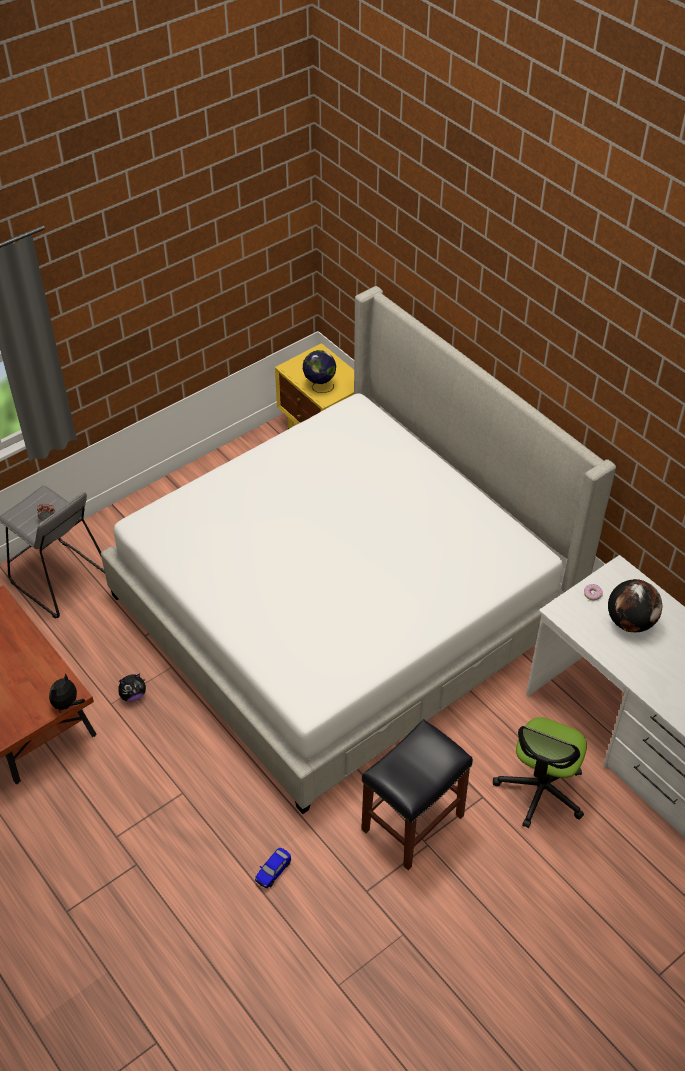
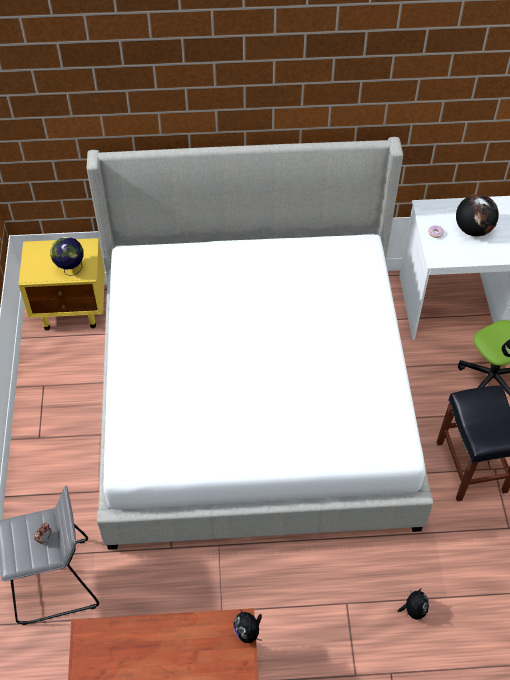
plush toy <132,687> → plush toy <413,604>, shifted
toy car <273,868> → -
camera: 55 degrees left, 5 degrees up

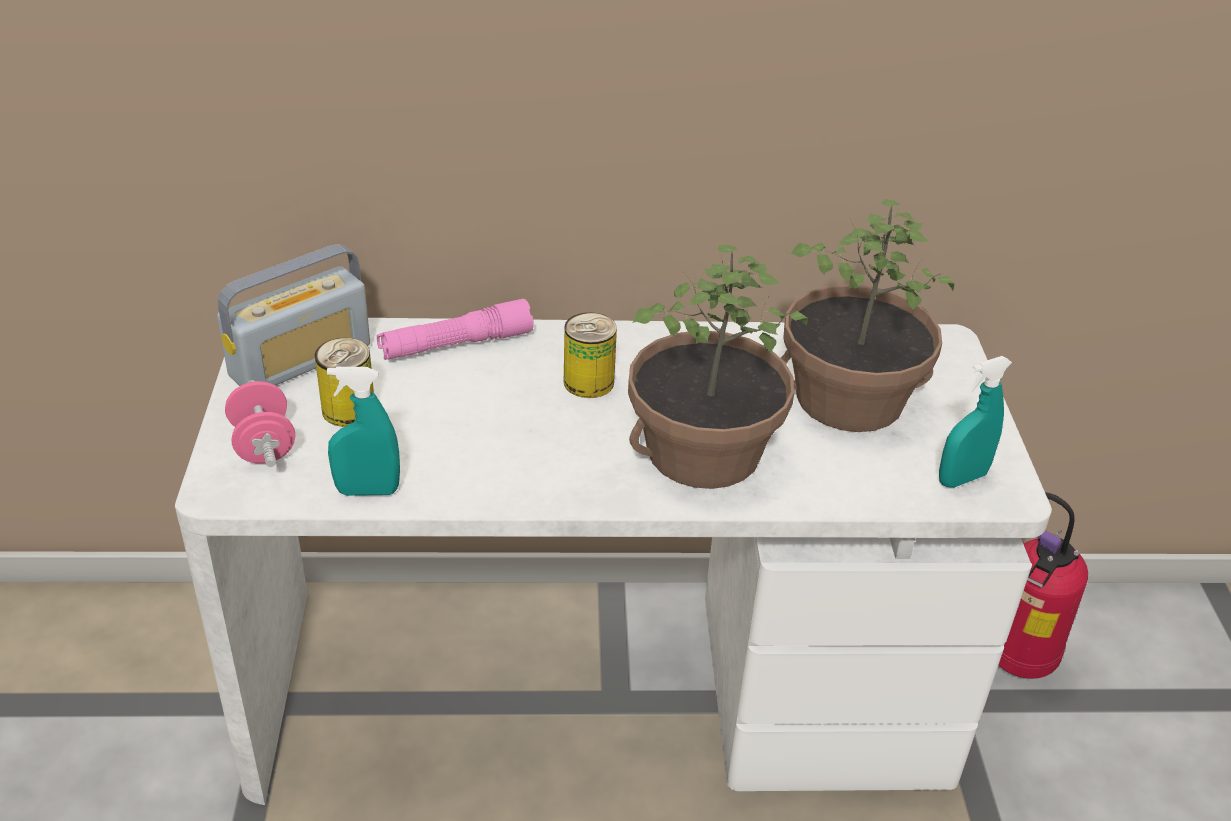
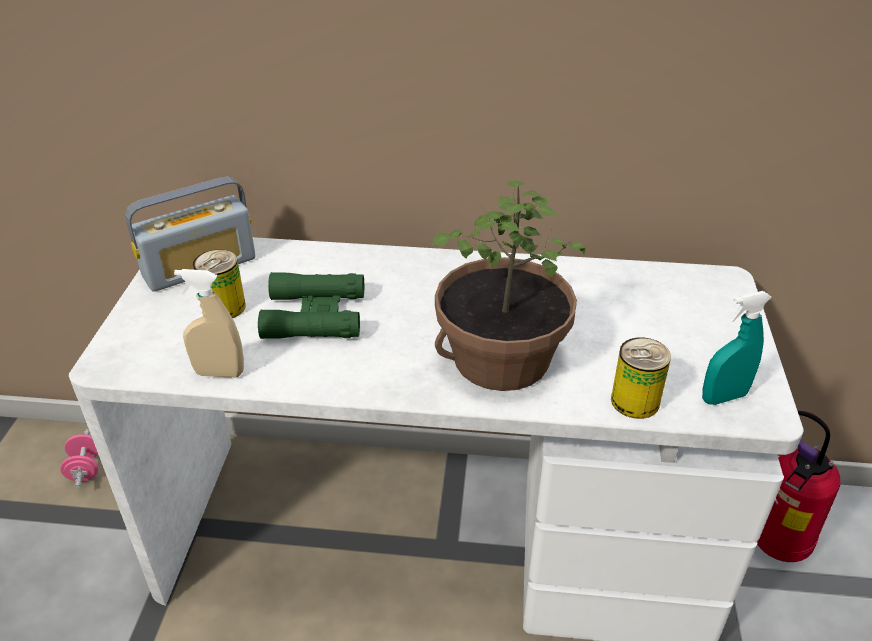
potted plant <867,315> → -
pinkish hand torch <455,329> → -
can <590,355> → can <641,378>, shifted
turquoise-coloured sprayer <363,431> → beige sprayer <209,323>
pinkish free weight <260,423> → pinkish free weight <79,458>, shifted
- → green pair of binoculars <311,305>
camera: 10 degrees right, 0 degrees up

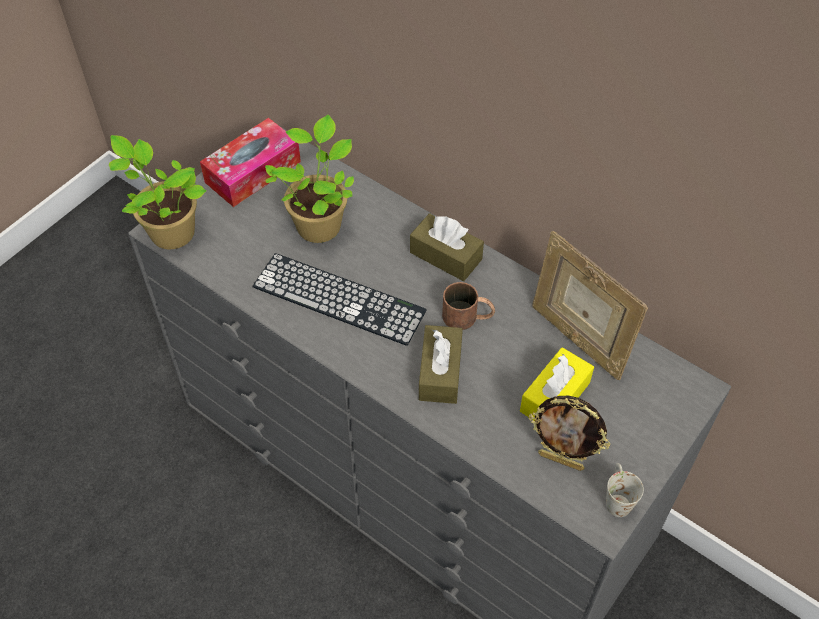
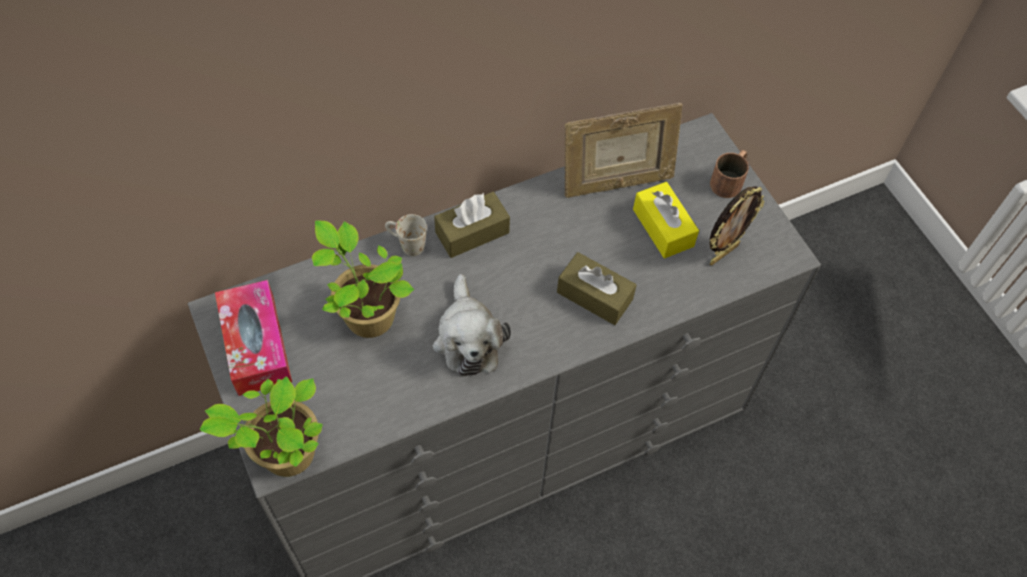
keyboard <339,299> → plush toy <472,325>
brown-coloured mug <468,306> → brown-coloured mug <729,174>, shifted
white mug <625,490> → white mug <406,235>, shifted
camera: 65 degrees left, 5 degrees up

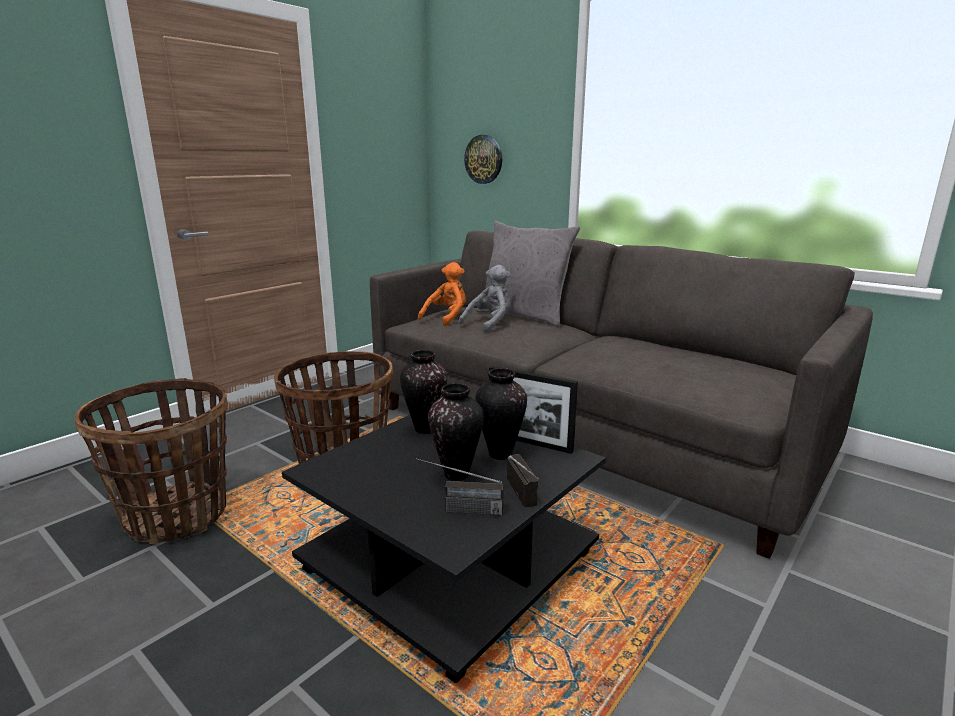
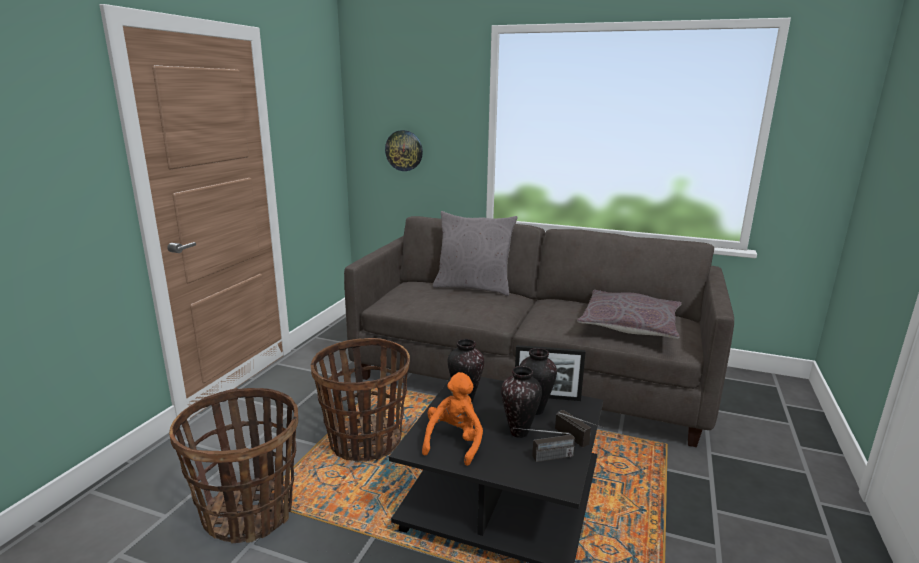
orange plush toy <442,294> → orange plush toy <452,419>, shifted
grey plush toy <484,299> → -
- → grey cushion <629,314>
camera: 20 degrees left, 0 degrees up

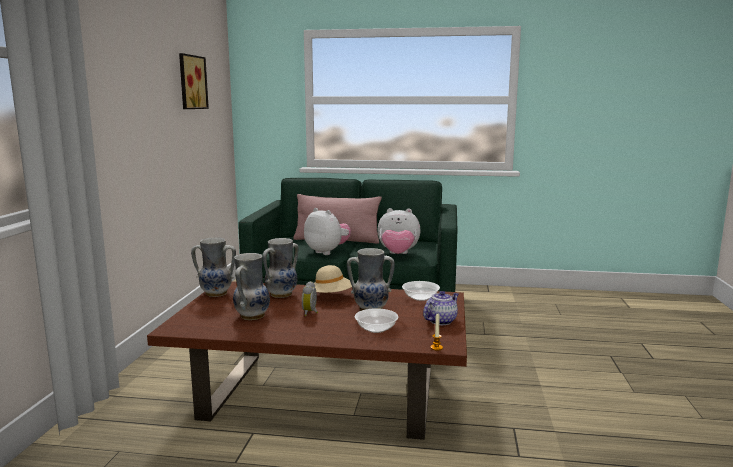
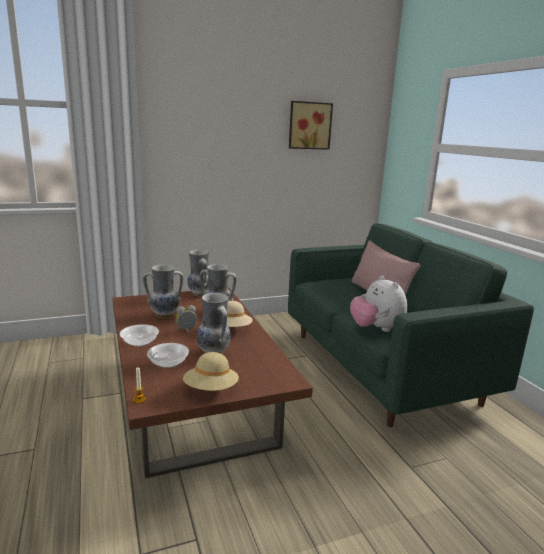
plush toy <327,231> → -
deep dish <421,291> → deep dish <139,335>, shifted
teapot <441,308> → beige wearable hat <211,371>
camera: 60 degrees right, 5 degrees up

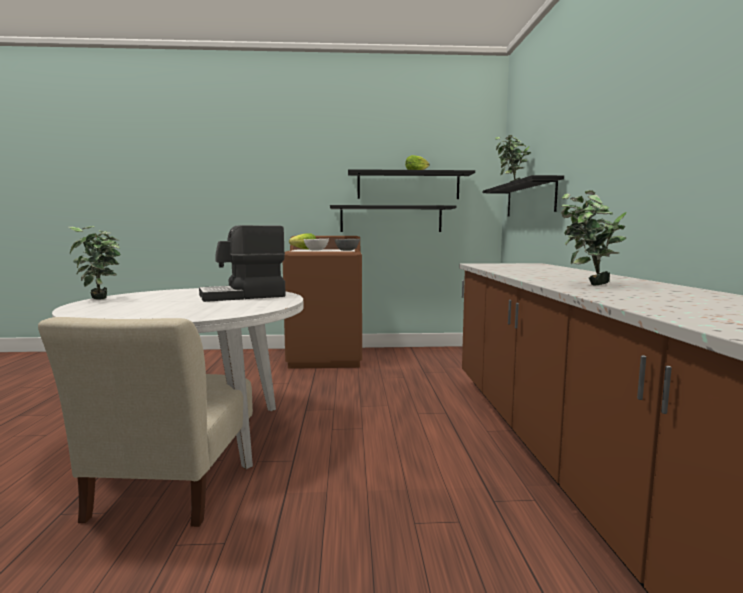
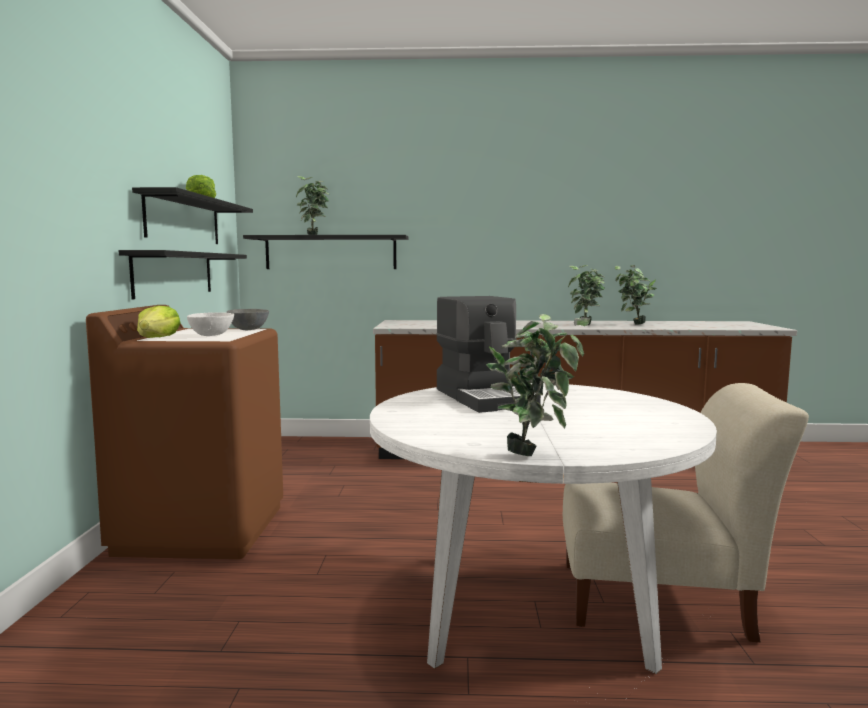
- → potted plant <636,295>
camera: 85 degrees left, 0 degrees up

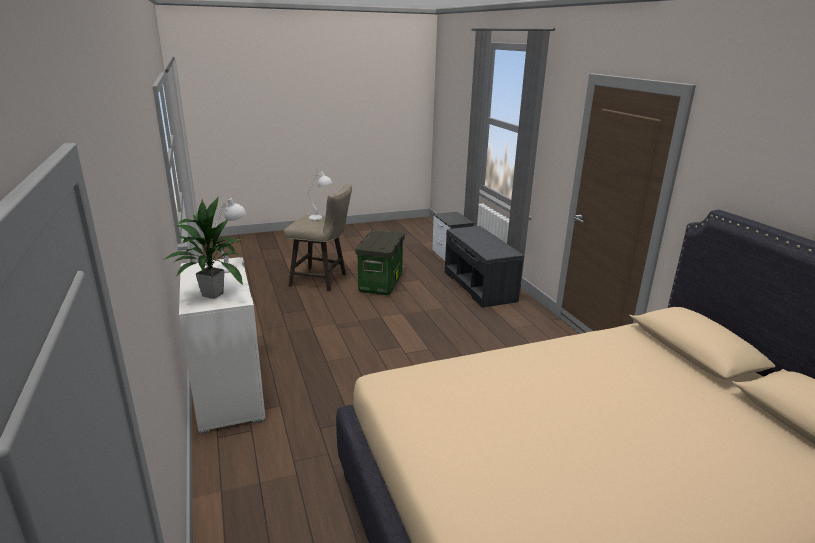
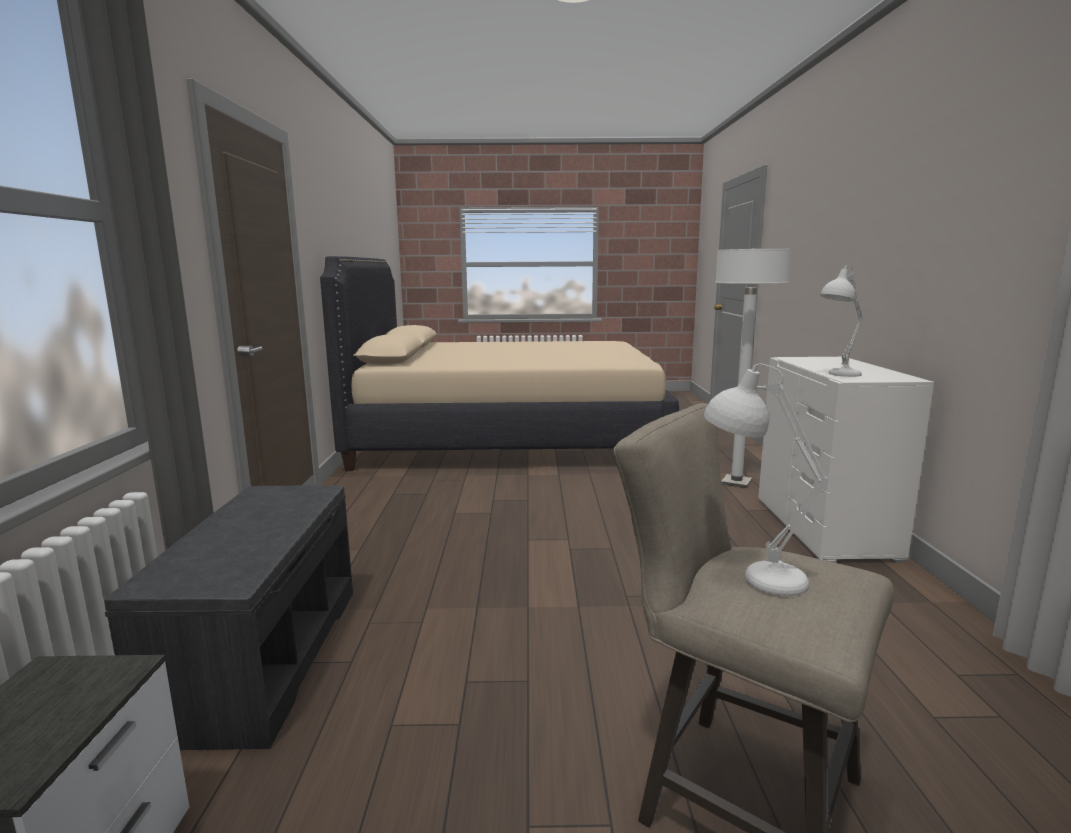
potted plant <203,247> → -
storage bin <380,262> → -
- → white standard lamp <753,368>
camera: 160 degrees left, 10 degrees down

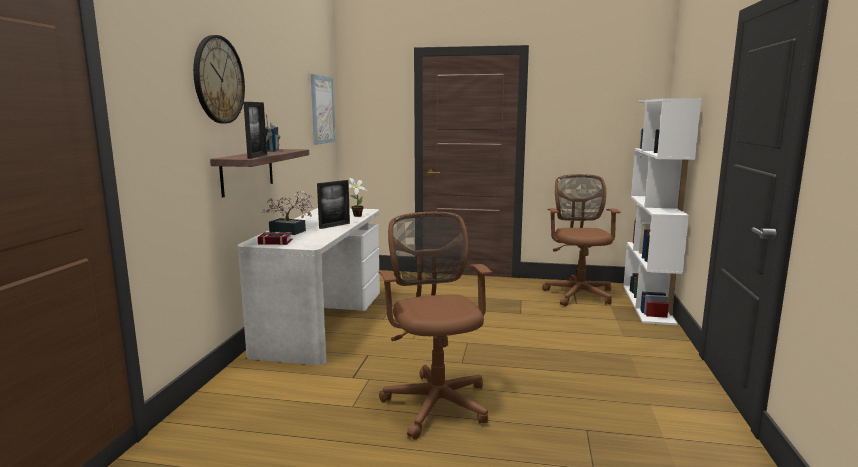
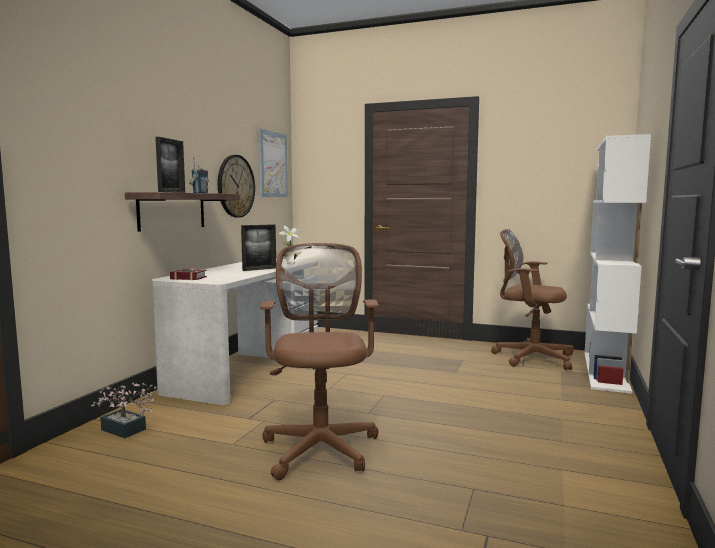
hanging clock <219,79> → hanging clock <236,186>, shifted
brown-coloured computer chair <581,240> → brown-coloured computer chair <532,299>, 75 degrees counterclockwise
potted plant <288,213> → potted plant <123,410>, shifted
camera: 10 degrees right, 5 degrees down

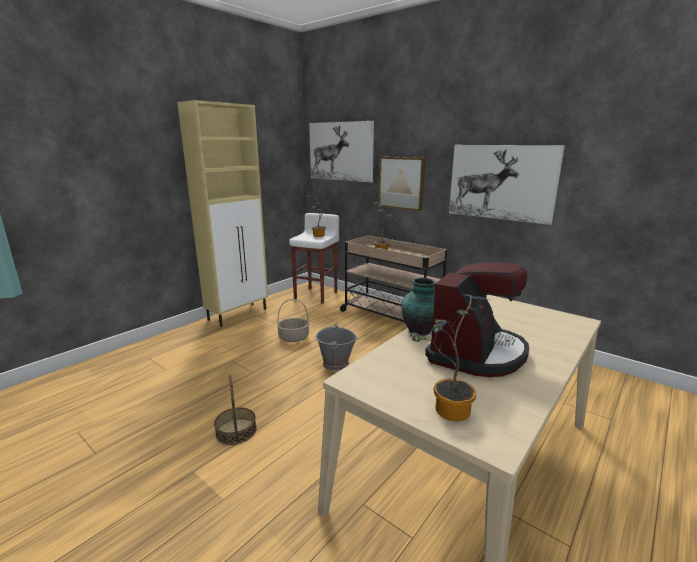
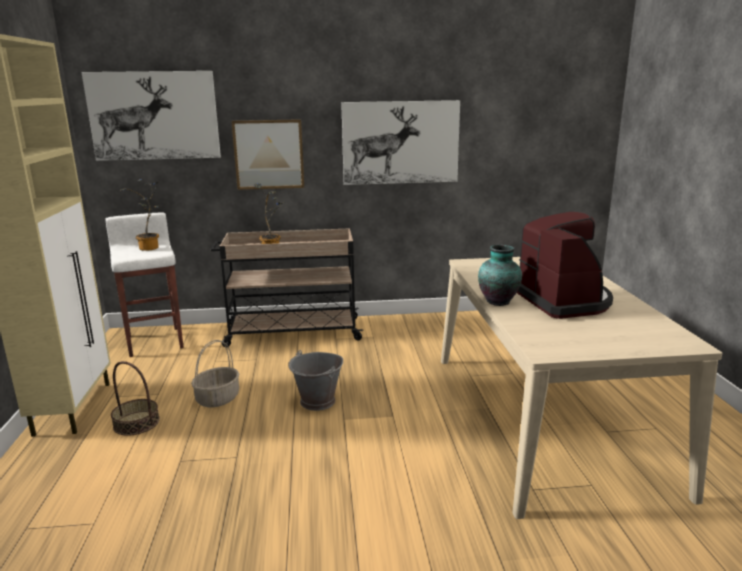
potted plant <449,357> → -
basket <235,409> → basket <135,398>, shifted
camera: 45 degrees left, 0 degrees up

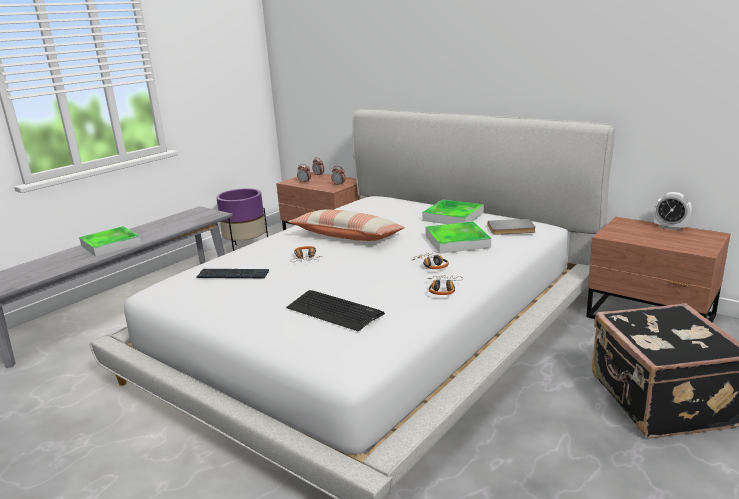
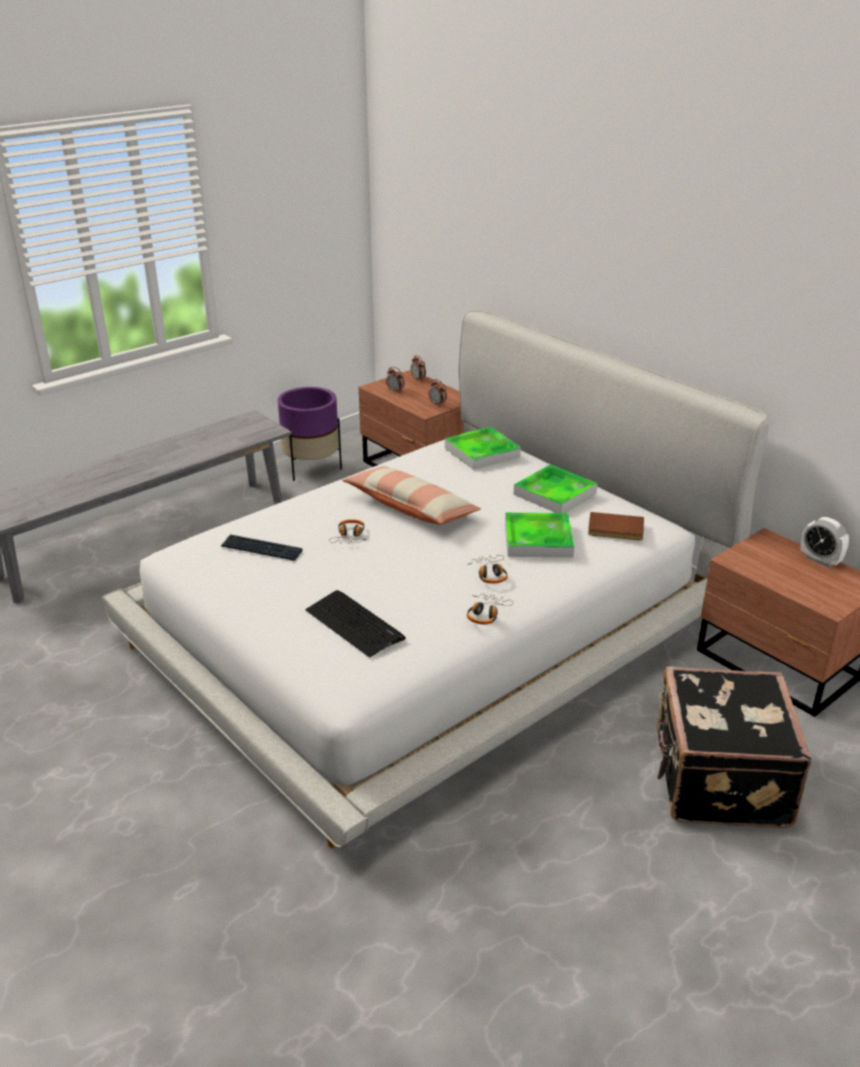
grey bound book <512,227> → brown-coloured bound book <616,526>
serving tray <110,241> → serving tray <483,448>, shifted
camera: 10 degrees right, 10 degrees up

